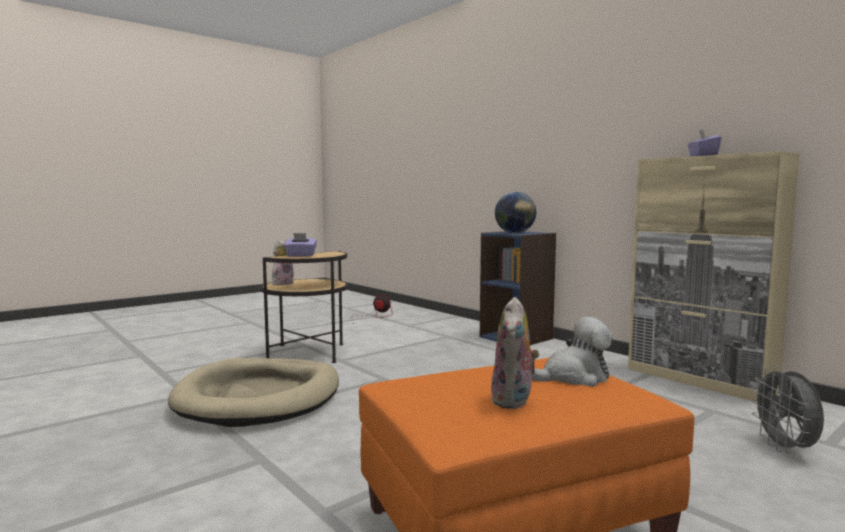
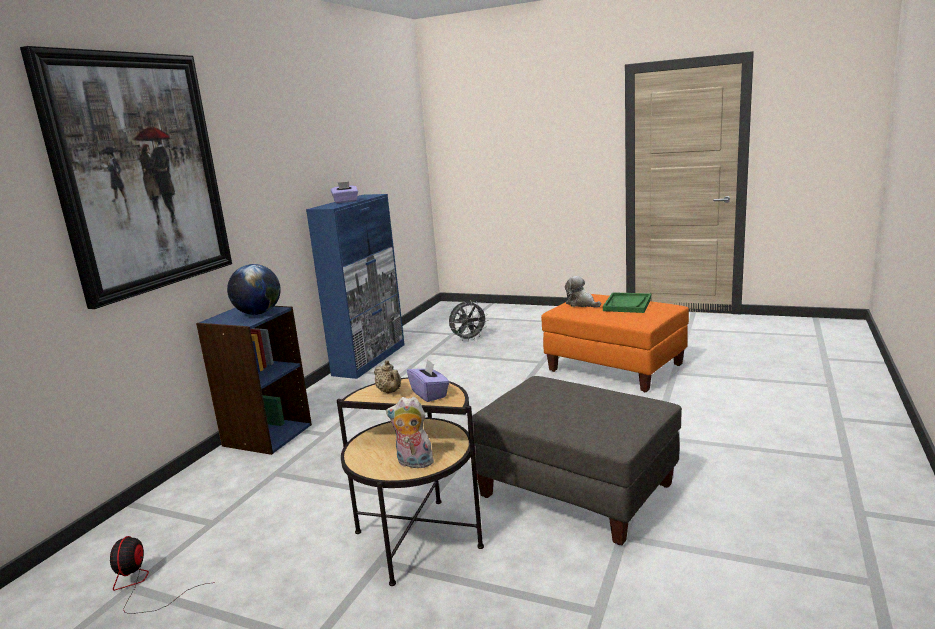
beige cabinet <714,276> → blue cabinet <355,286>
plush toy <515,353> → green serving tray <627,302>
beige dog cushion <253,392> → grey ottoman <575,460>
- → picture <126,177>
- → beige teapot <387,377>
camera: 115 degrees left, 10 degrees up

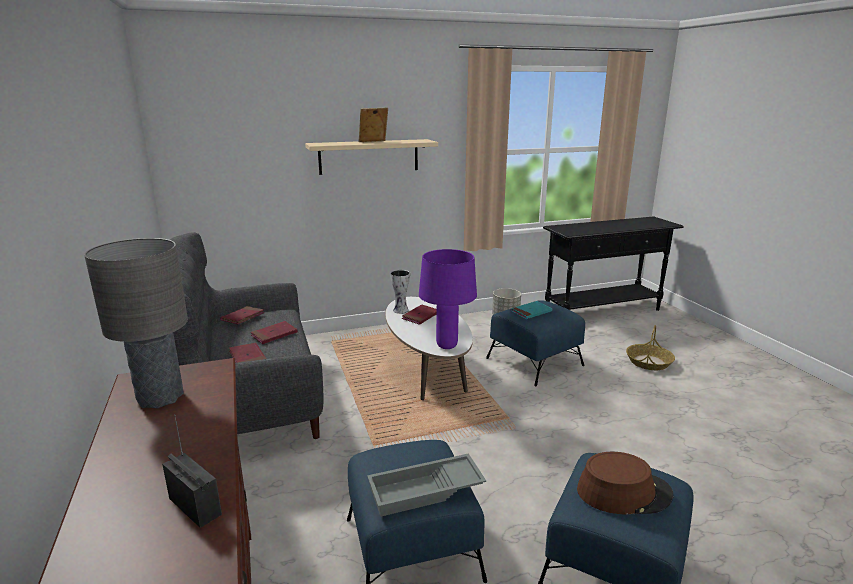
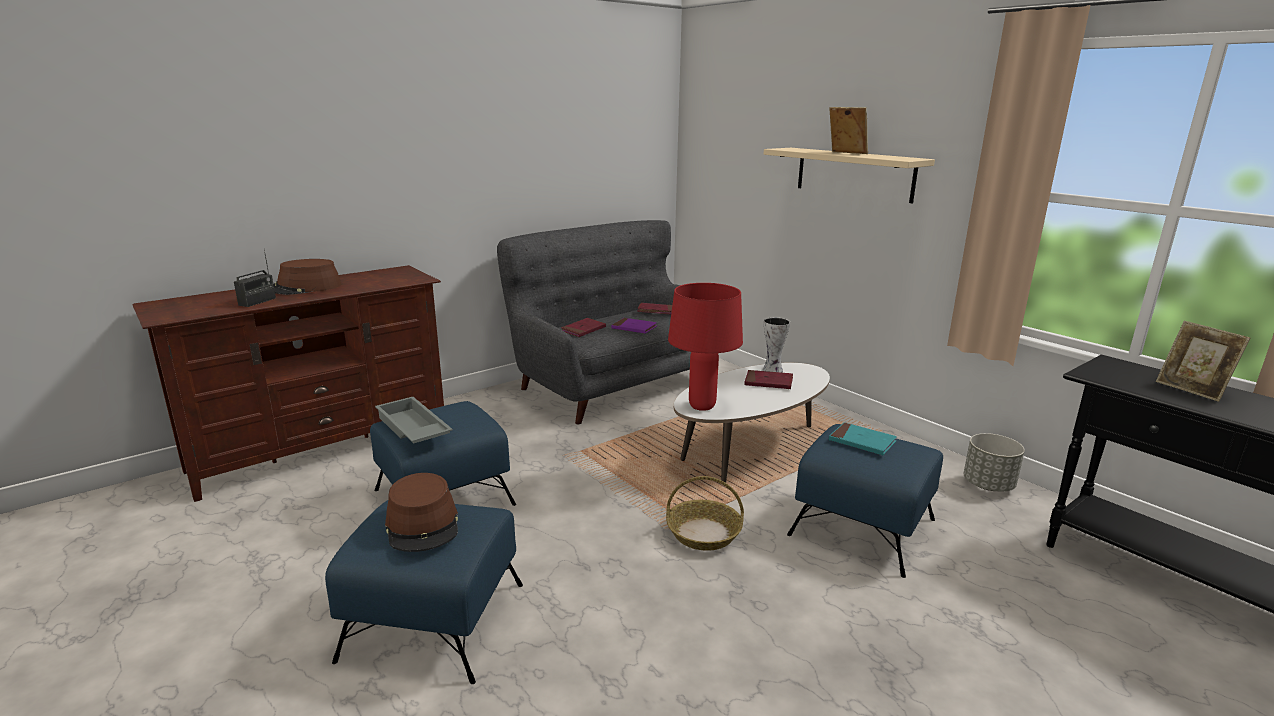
grey tabletop lamp <136,323> → -
purplish tabletop lamp <448,299> → red tabletop lamp <705,347>
red bound book <274,332> → purplish bound book <634,325>
basket <650,347> → basket <705,513>, shifted
- → brown-coloured wearable hat <307,277>
- → standing frame <1203,361>
camera: 70 degrees right, 0 degrees up

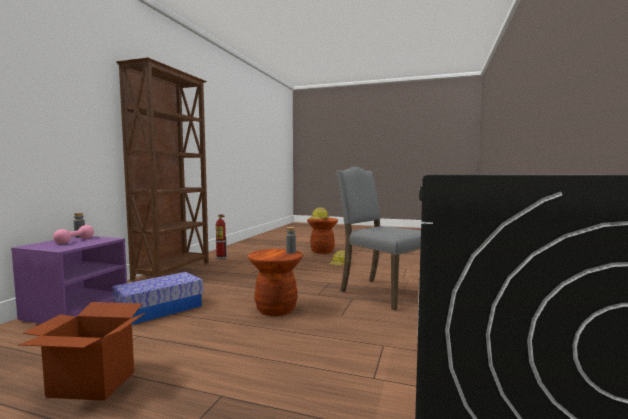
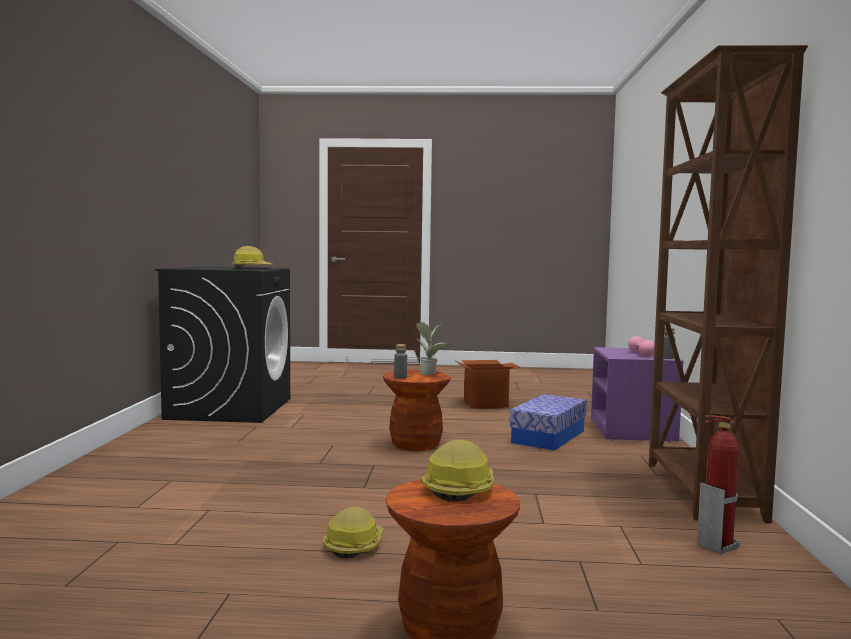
grey plain chair <378,238> → -
- → work helmet <252,257>
- → potted plant <432,348>
camera: 165 degrees right, 0 degrees up

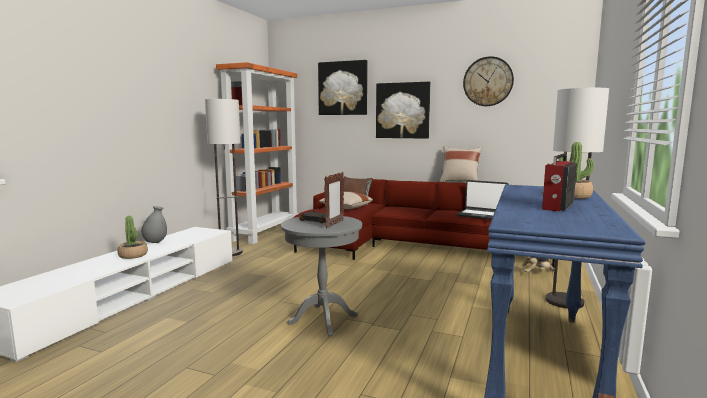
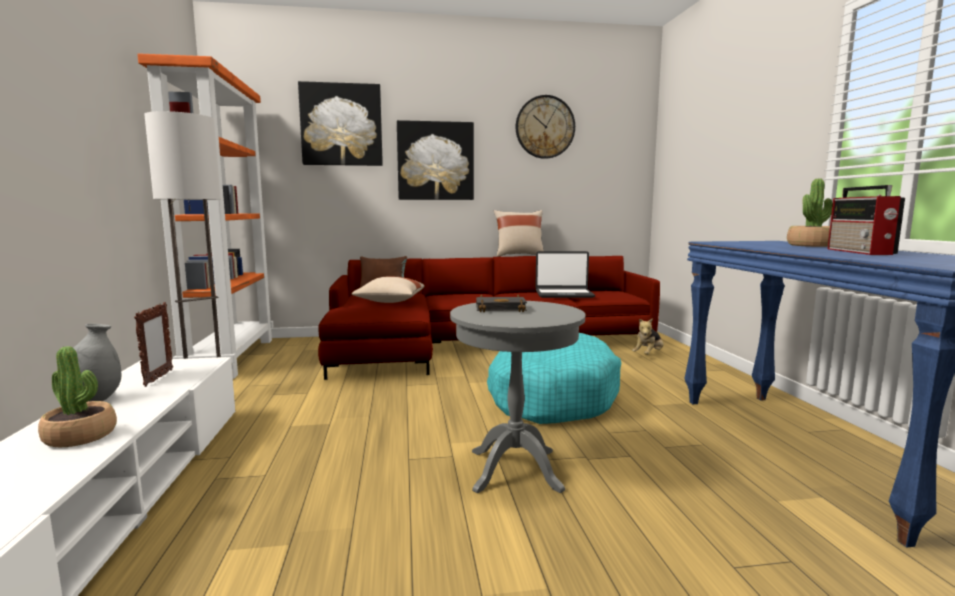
standard lamp <577,198> → -
standing frame <334,200> → standing frame <153,344>, shifted
- → turquoise-coloured dog cushion <554,378>
camera: 30 degrees left, 0 degrees up

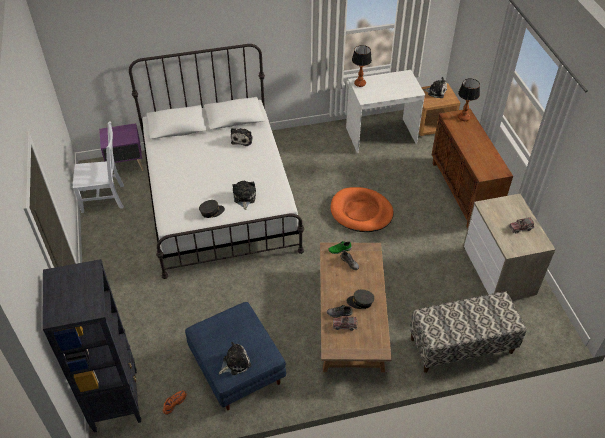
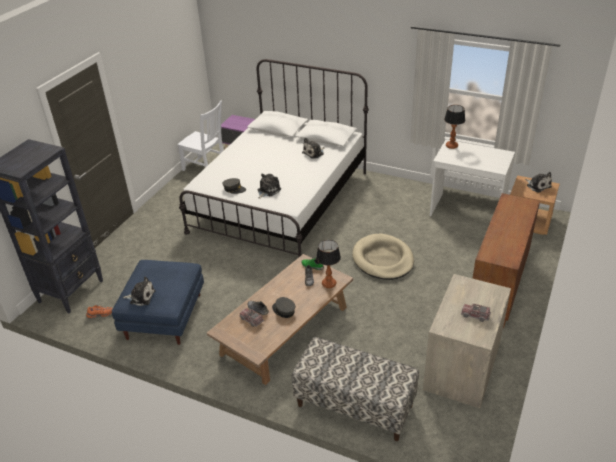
tabletop lamp <469,99> → tabletop lamp <328,264>, shifted
orange dog cushion <362,209> → beige dog cushion <383,256>
camera: 40 degrees right, 10 degrees down

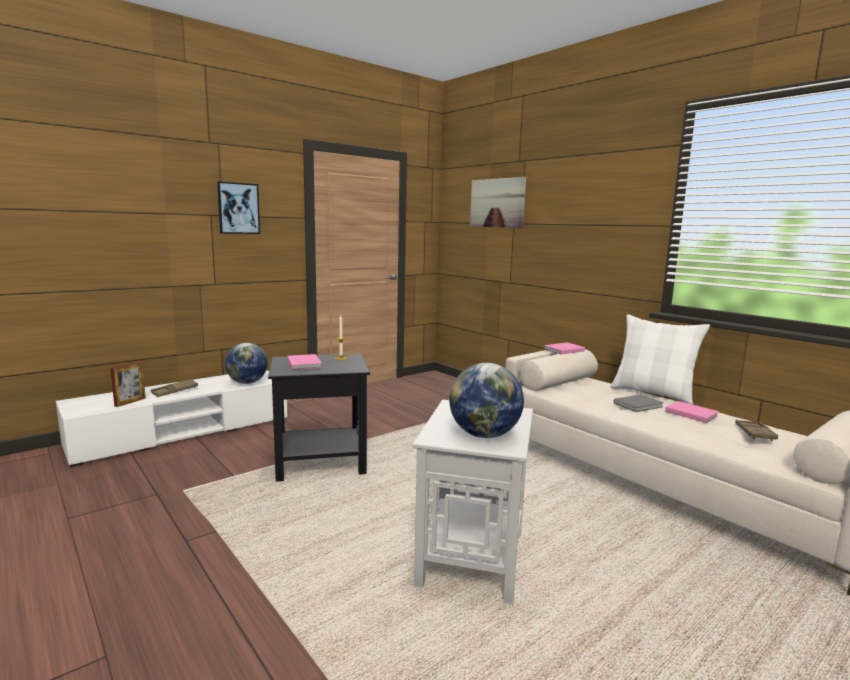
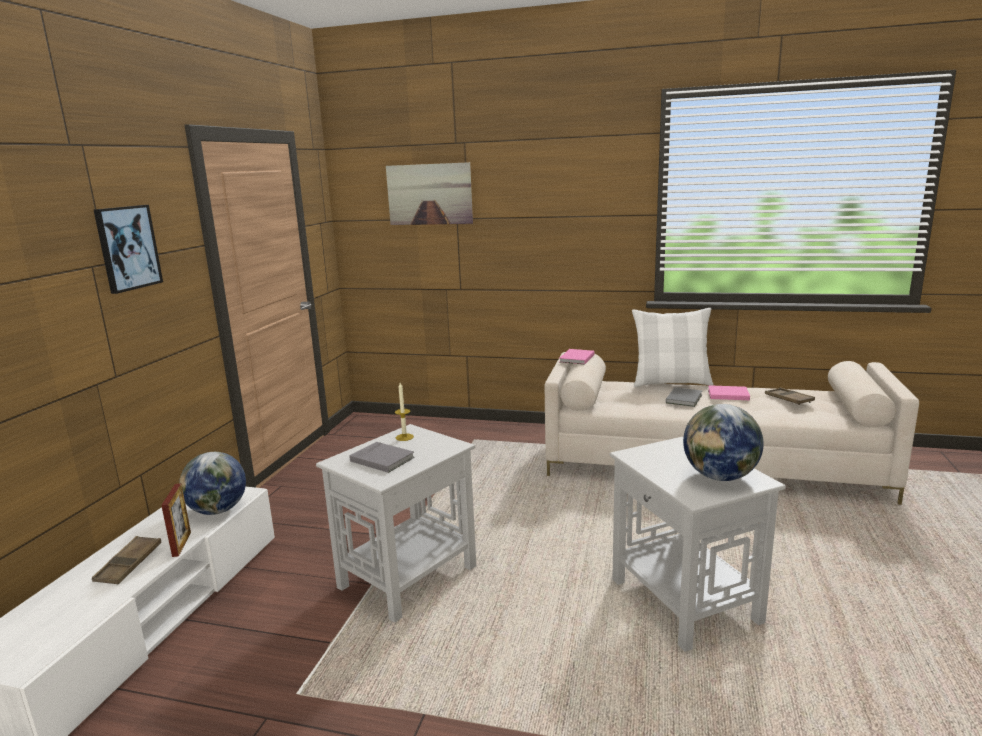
black-coloured side table <319,418> → white side table <396,523>
pinkish bound book <304,362> → grey bound book <382,457>
standing frame <128,384> → standing frame <176,520>, shifted
camera: 35 degrees left, 5 degrees up

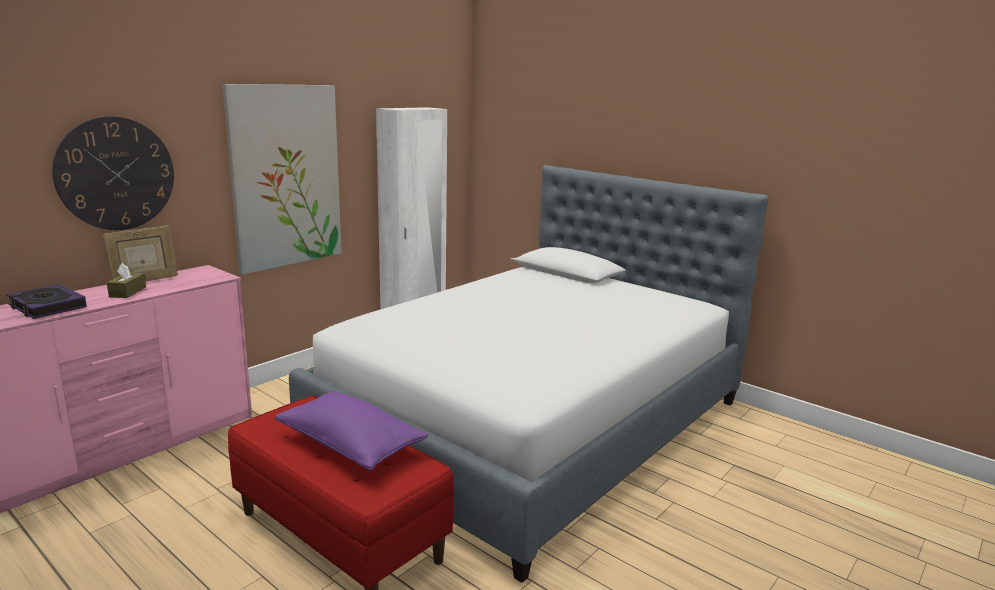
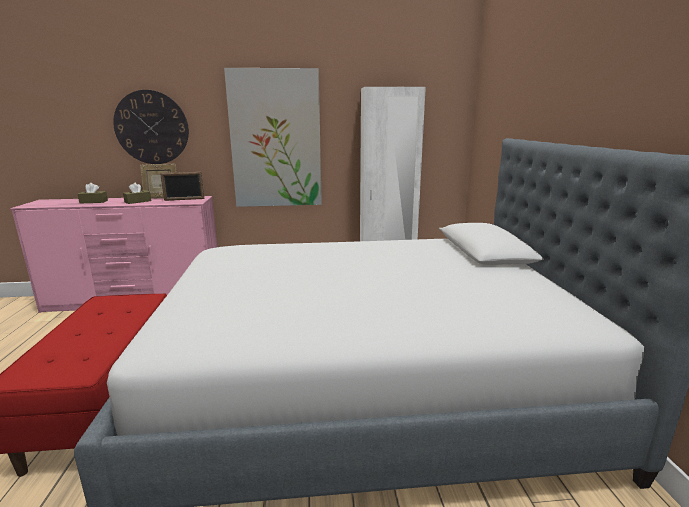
bound book <47,301> → brown-coloured tissue holder <93,193>
purplish cushion <351,431> → -
- → standing frame <182,186>
camera: 45 degrees right, 0 degrees up

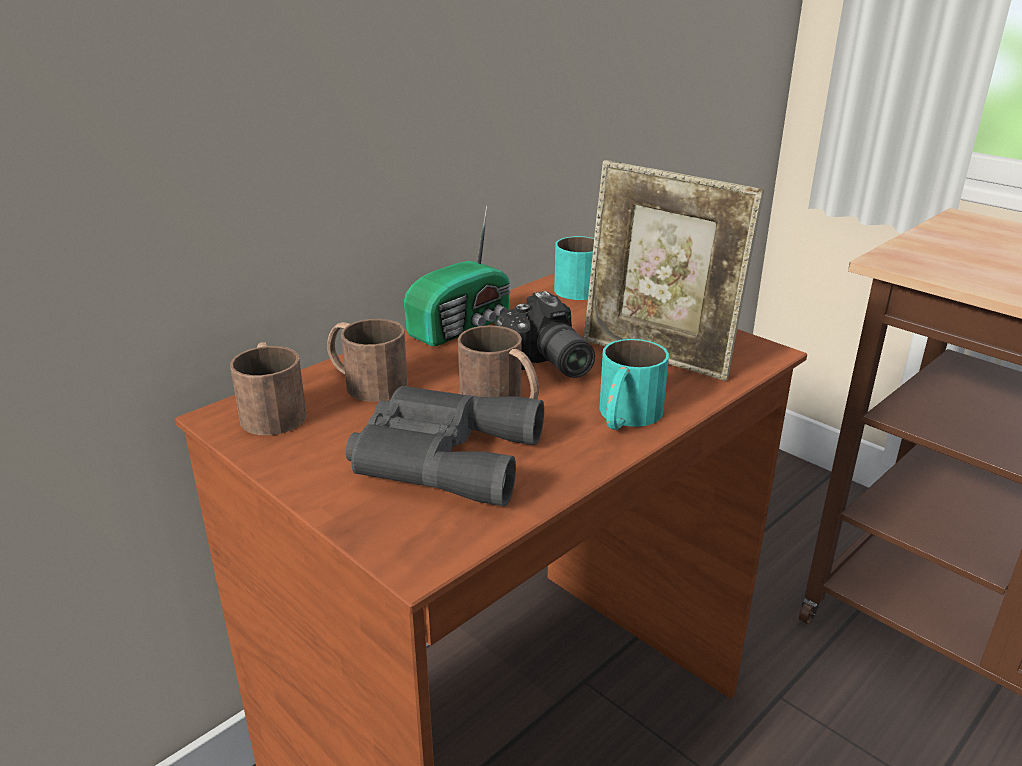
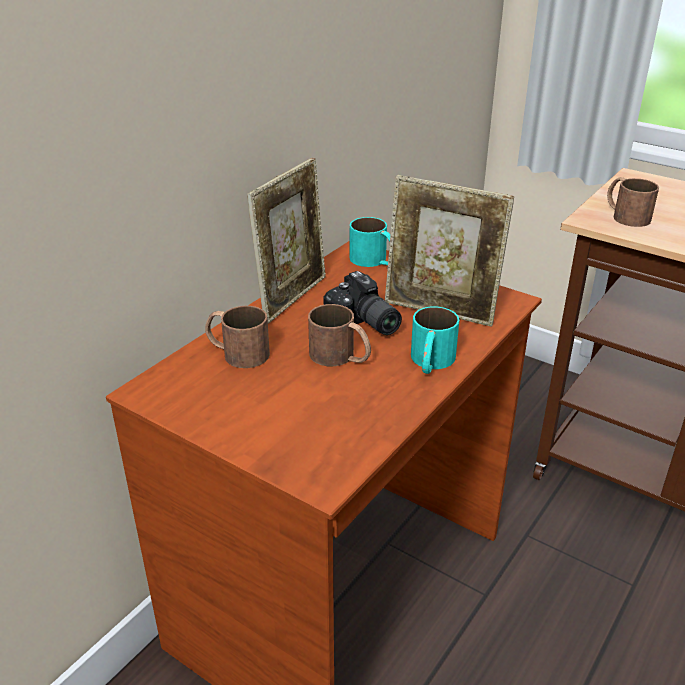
radio set <457,275> → standing frame <286,241>
brown-coloured mug <268,388> → brown-coloured mug <633,202>, shifted
grey pair of binoculars <445,446> → -
camera: 10 degrees left, 5 degrees up

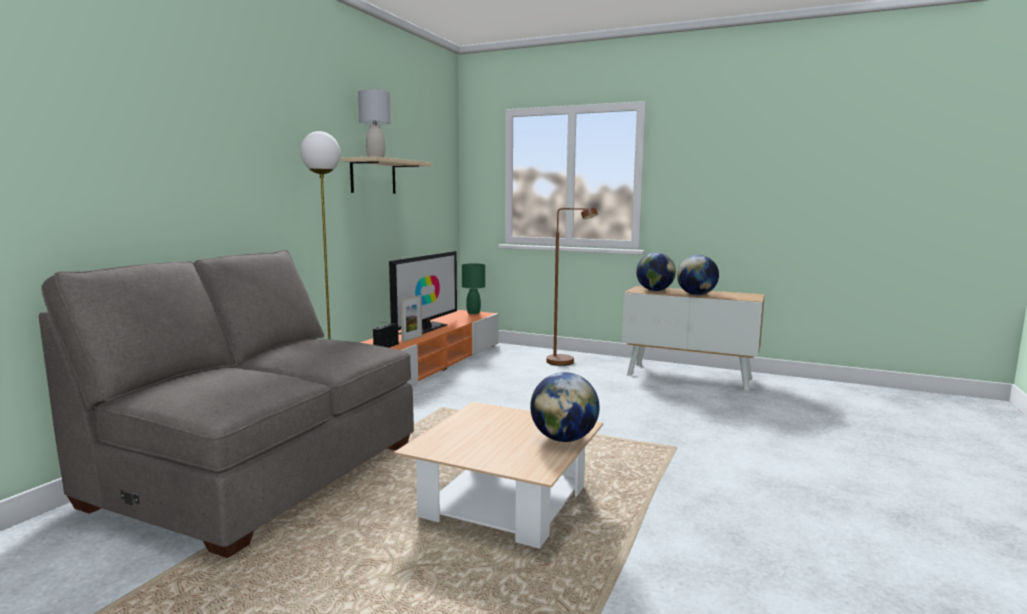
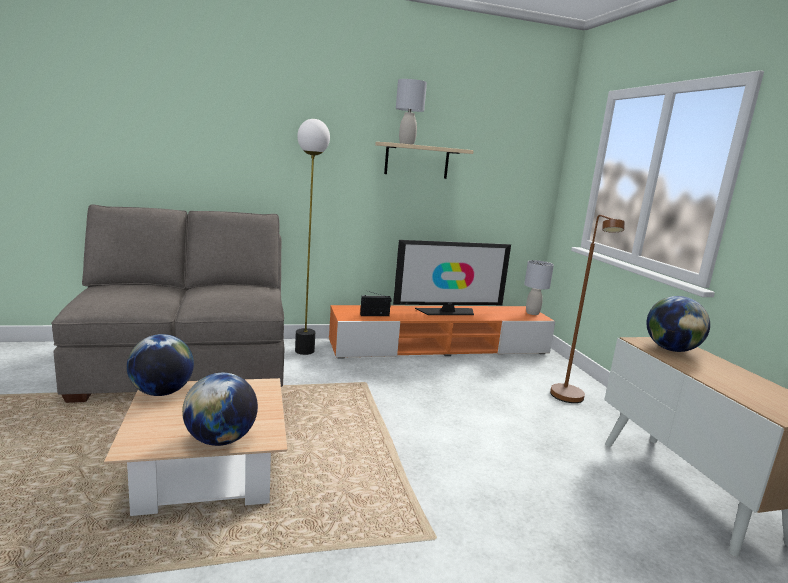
world globe <698,275> → world globe <160,365>, shifted
green tabletop lamp <473,288> → grey tabletop lamp <539,287>
standing frame <411,318> → -
camera: 50 degrees right, 5 degrees up

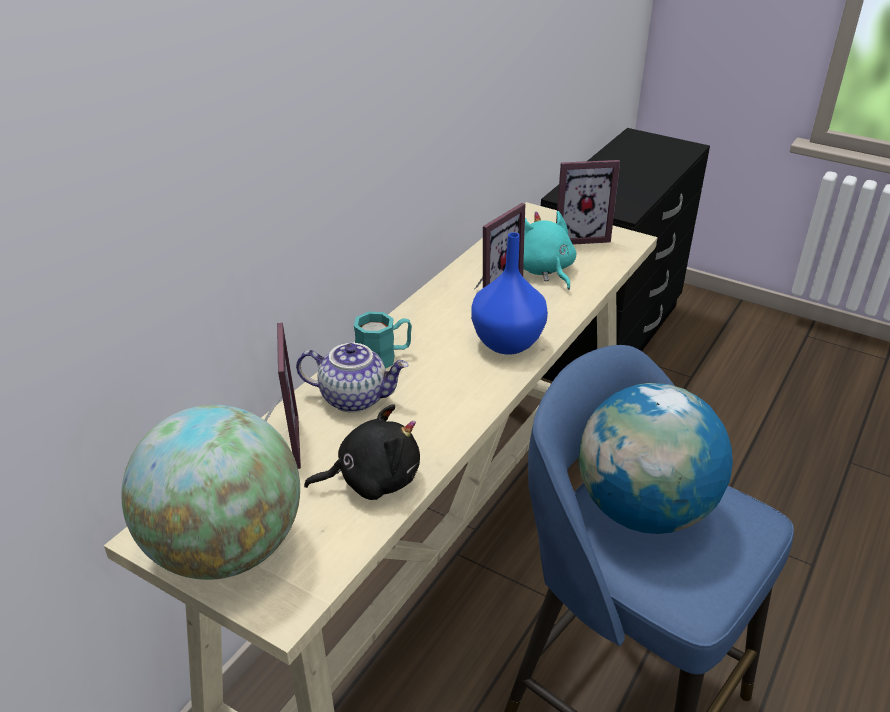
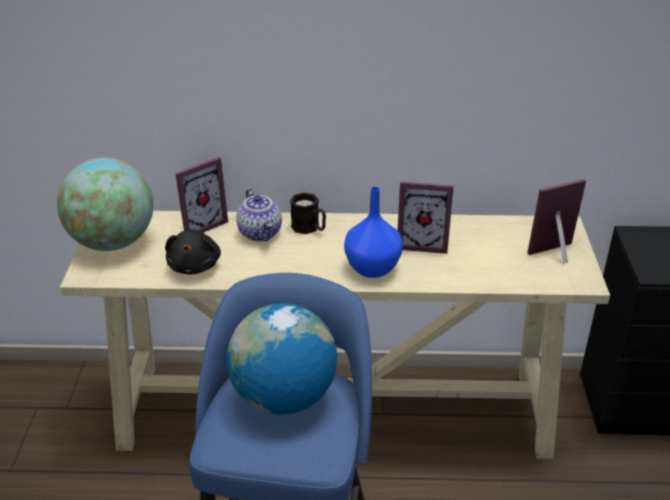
standing frame <588,202> → standing frame <556,221>, 105 degrees clockwise
turquoise-coloured plush toy <549,250> → -
turquoise-coloured mug <383,340> → black-coloured mug <308,213>
black-coloured plush toy <362,452> → black-coloured plush toy <193,252>, 45 degrees clockwise
camera: 60 degrees right, 0 degrees up

